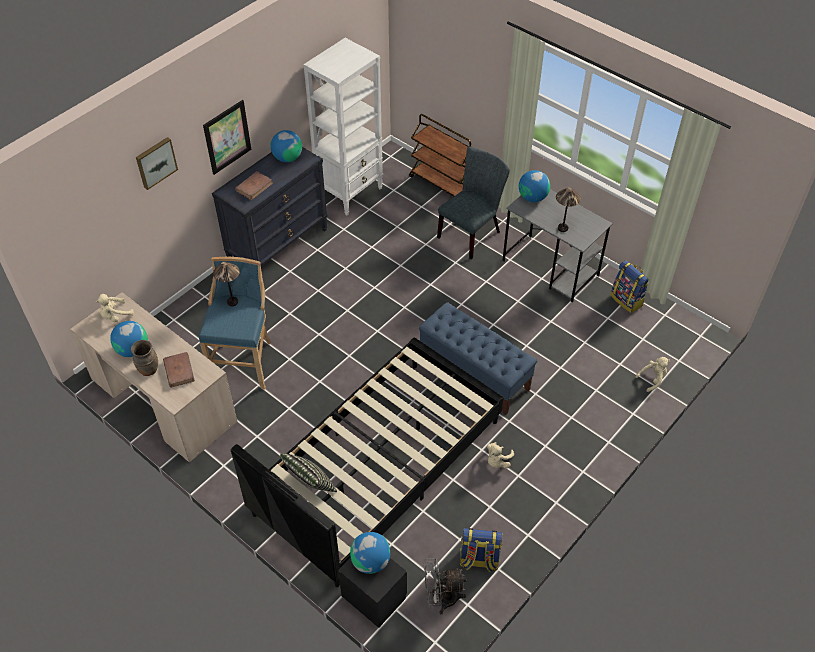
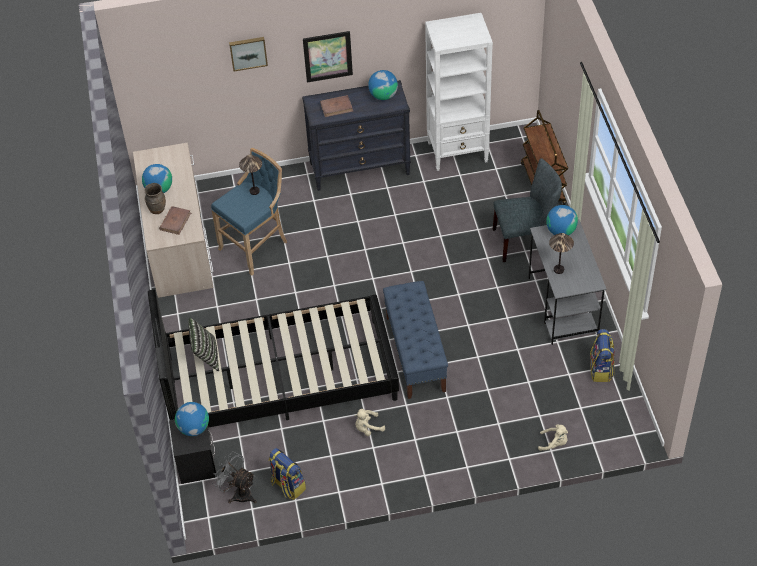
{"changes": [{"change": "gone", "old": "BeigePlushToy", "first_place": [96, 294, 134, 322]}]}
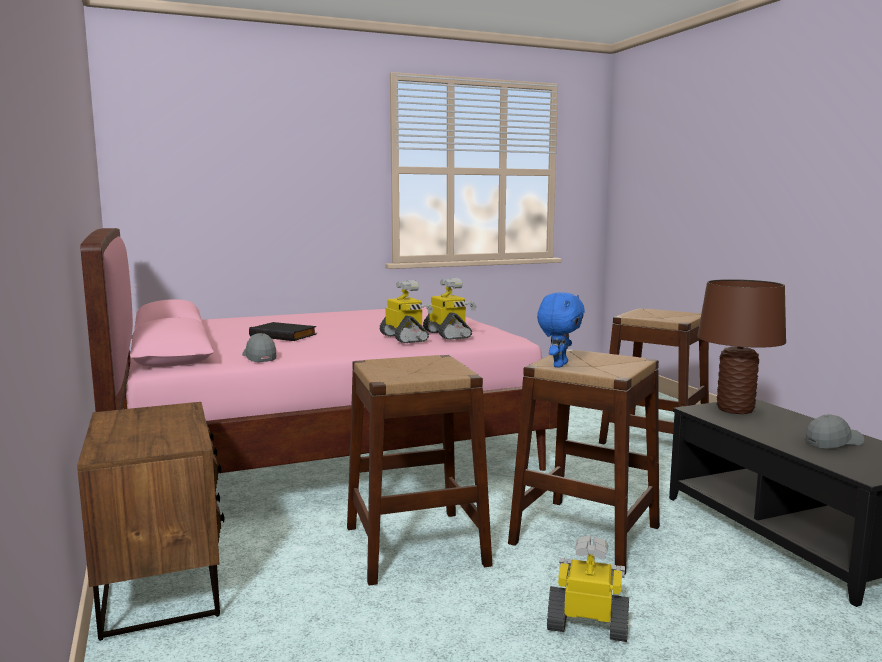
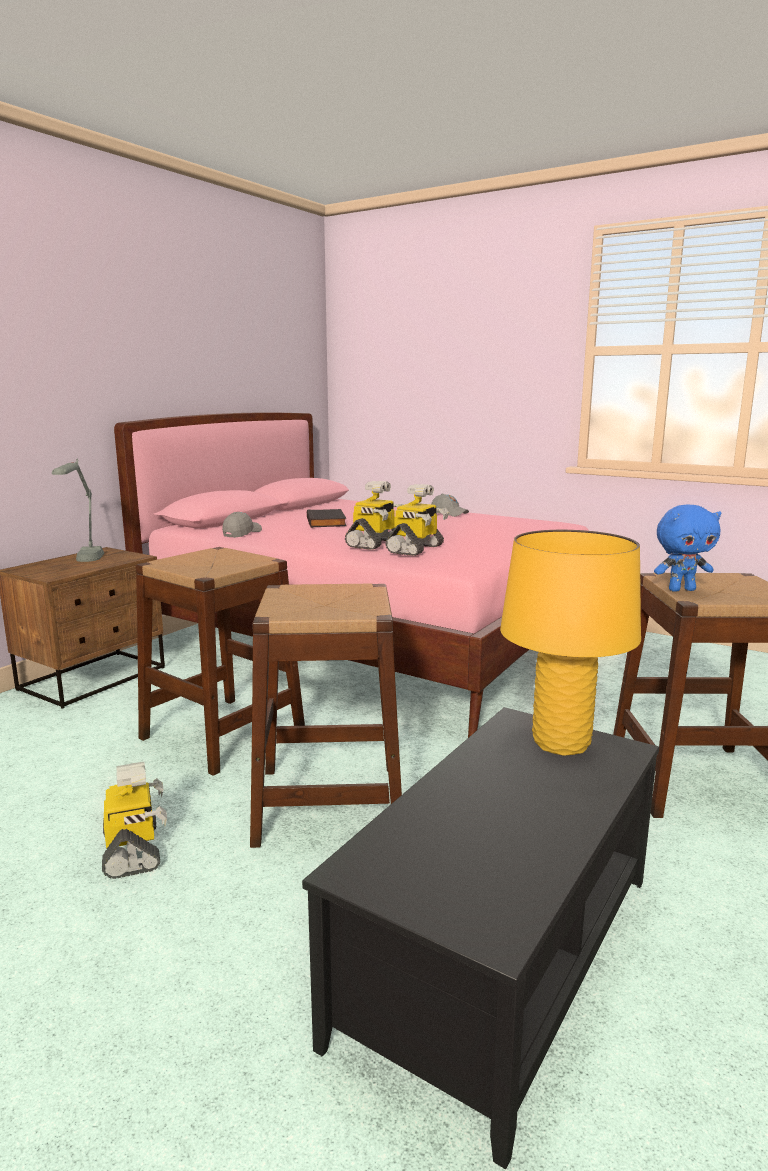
{"changes": [{"change": "new", "new": "GreyTableLamp", "second_place": [52, 459, 104, 562]}, {"change": "shifted", "old": "BluePlushToy", "first_place": [537, 292, 585, 368], "second_place": [654, 505, 721, 592]}, {"change": "shifted", "old": "GreyCap", "first_place": [806, 414, 864, 449], "second_place": [431, 493, 469, 517]}, {"change": "repainted", "old": "BrownTableLamp", "new": "YellowTableLamp", "first_place": [697, 279, 786, 414], "second_place": [500, 530, 641, 756]}]}
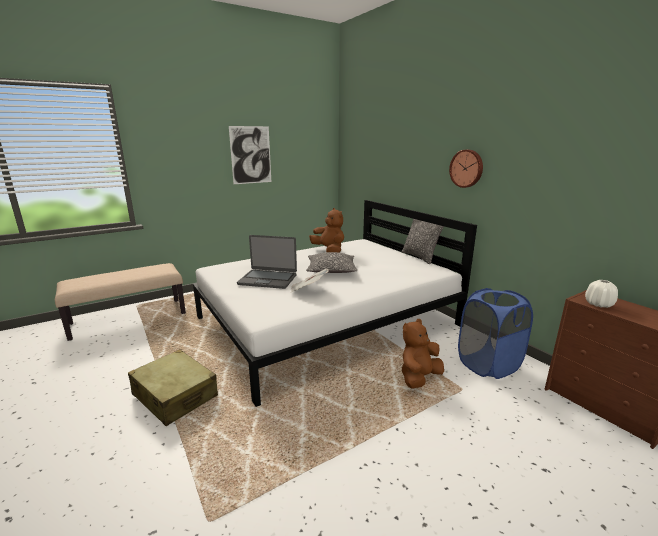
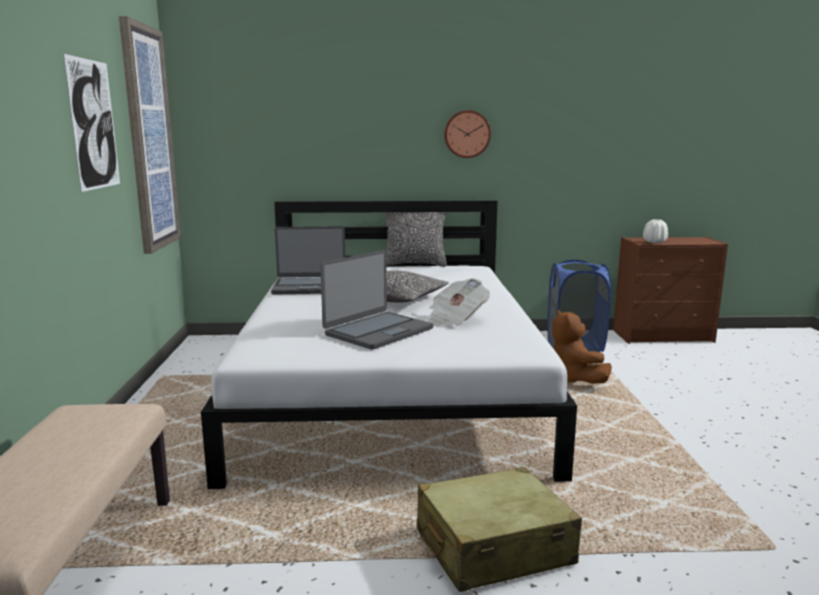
{"changes": [{"change": "new", "new": "Picture", "second_place": [119, 16, 181, 254]}, {"change": "swapped", "old": "BrownPlushToy", "new": "Laptop", "first_place": [309, 208, 344, 253], "second_place": [271, 226, 345, 295]}]}
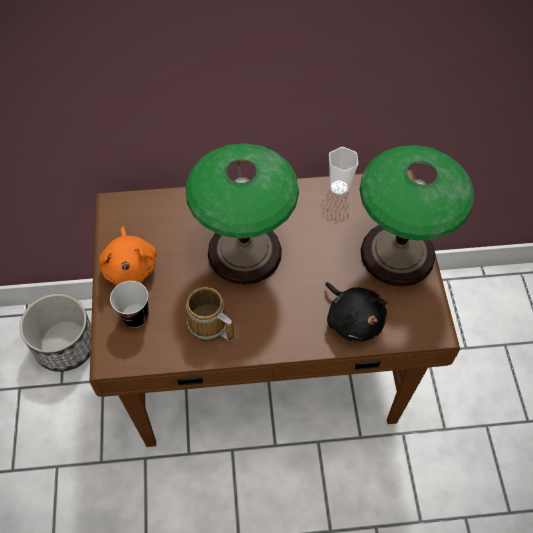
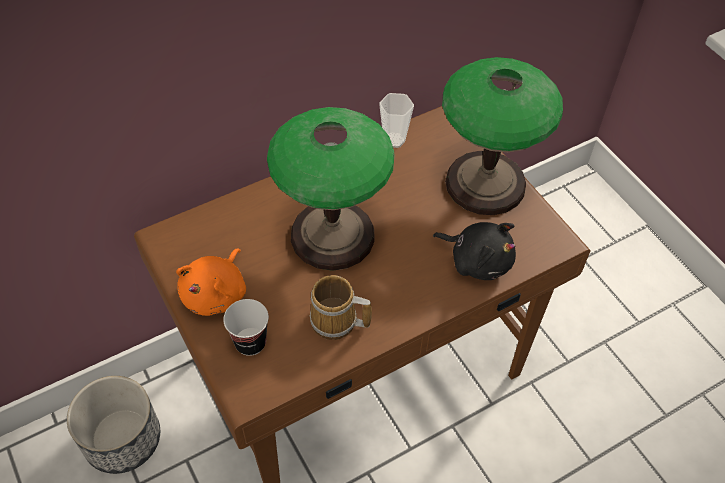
{"changes": [{"change": "rotated", "old": "OrangePlushToy", "first_place": [99, 226, 156, 285], "second_place": [176, 248, 246, 316], "degrees": 60}]}
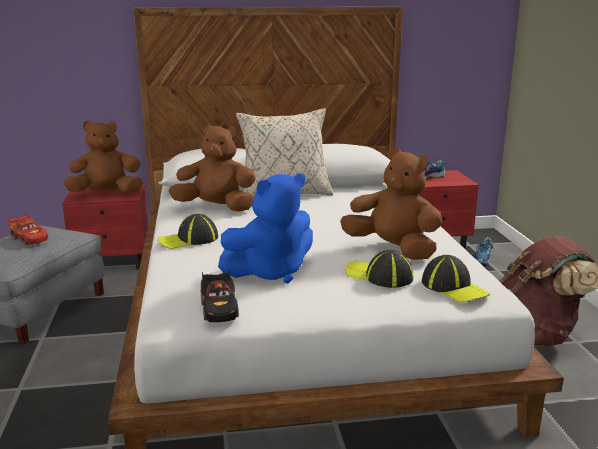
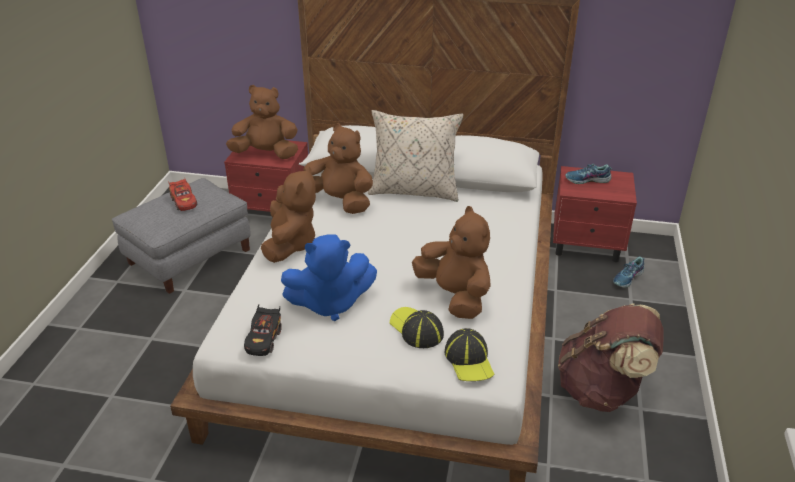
{"changes": [{"change": "swapped", "old": "Cap", "new": "BrownPlushToy", "first_place": [157, 214, 218, 249], "second_place": [261, 166, 316, 263]}]}
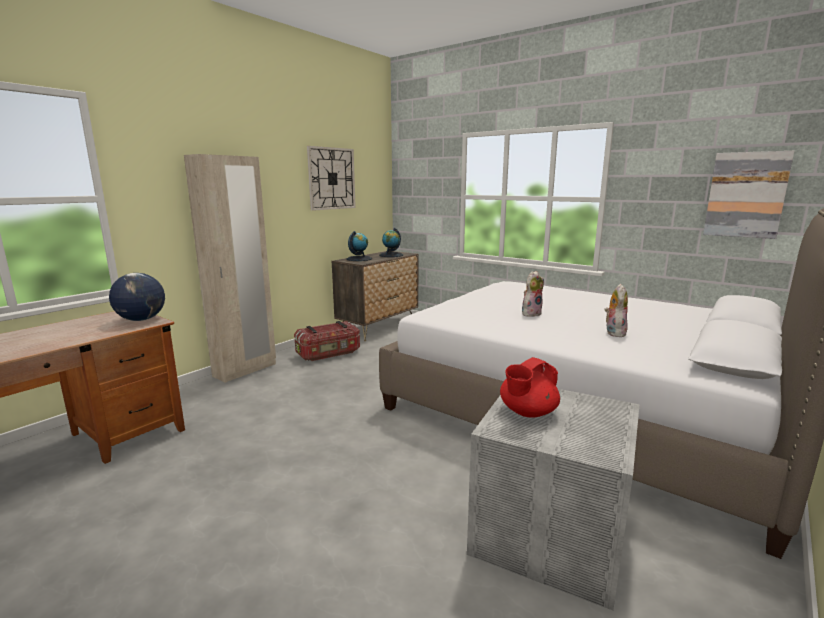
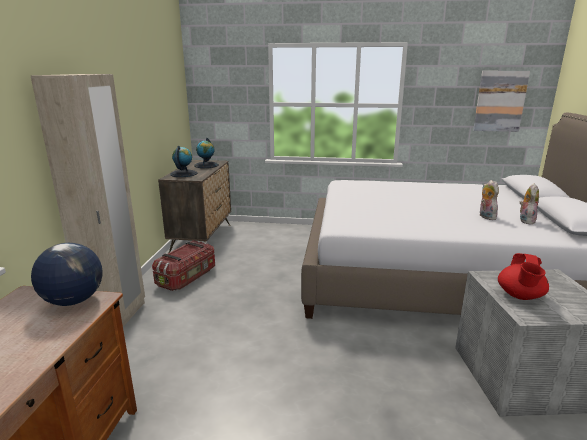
{"changes": [{"change": "gone", "old": "WallClock", "first_place": [307, 146, 356, 211]}, {"change": "shifted", "old": "PlushToy", "first_place": [522, 271, 544, 317], "second_place": [520, 183, 539, 224]}]}
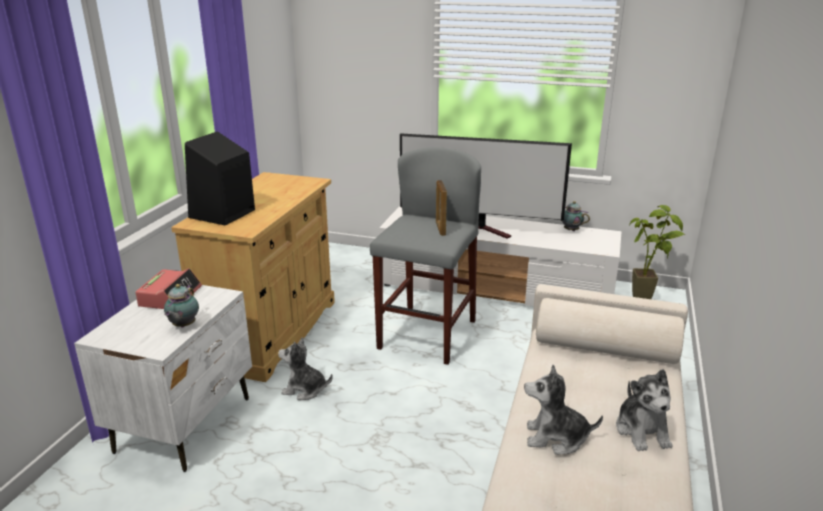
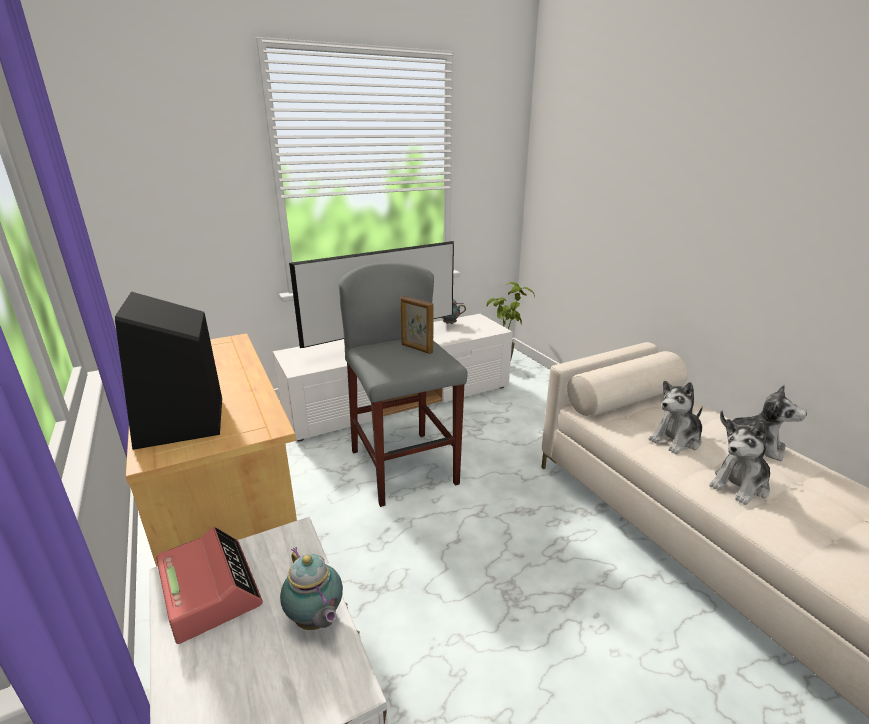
{"changes": [{"change": "shifted", "old": "PlushToy", "first_place": [278, 337, 333, 400], "second_place": [649, 380, 703, 454]}]}
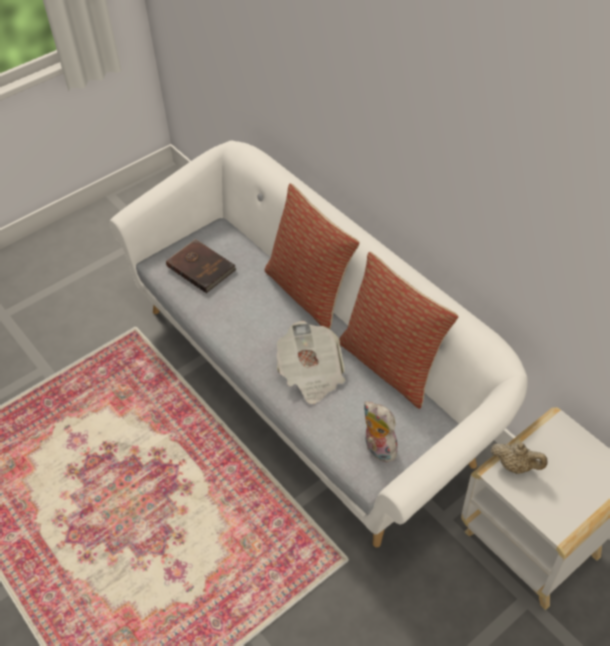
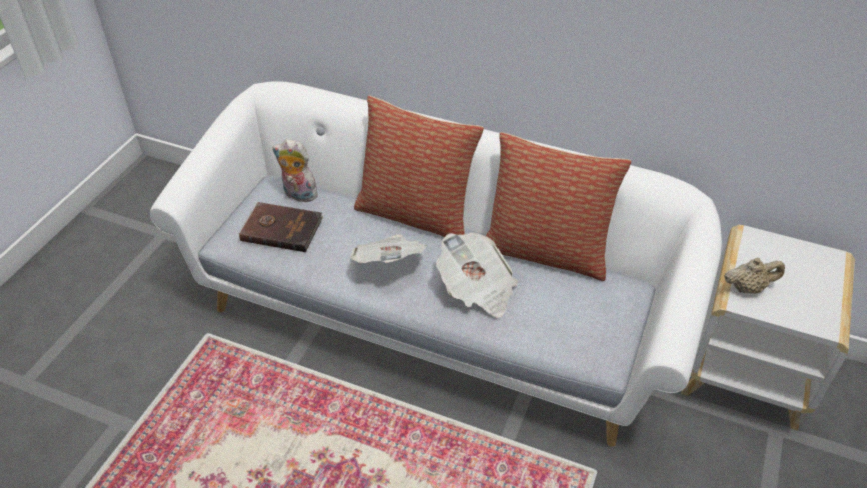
{"changes": [{"change": "new", "new": "Newspaper", "second_place": [350, 234, 427, 263]}, {"change": "shifted", "old": "PlushToy", "first_place": [363, 401, 398, 462], "second_place": [272, 139, 318, 202]}]}
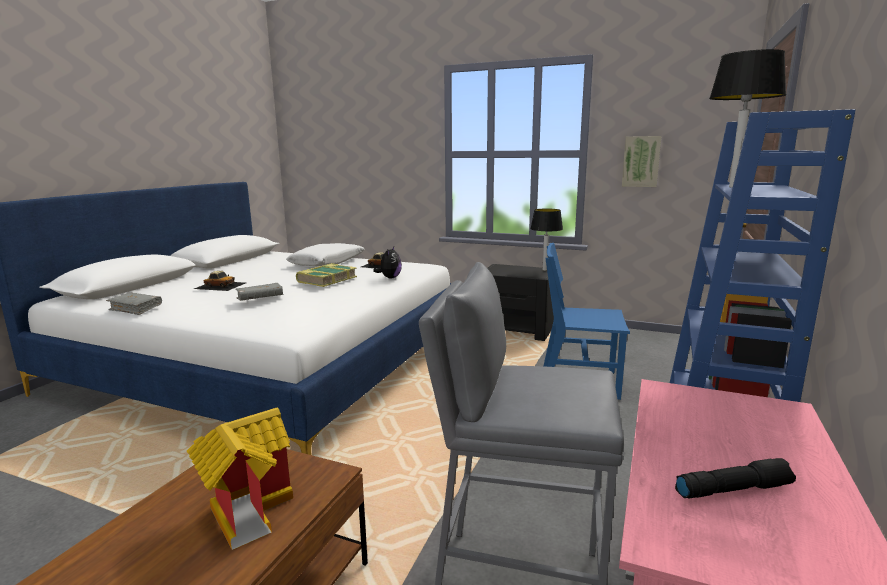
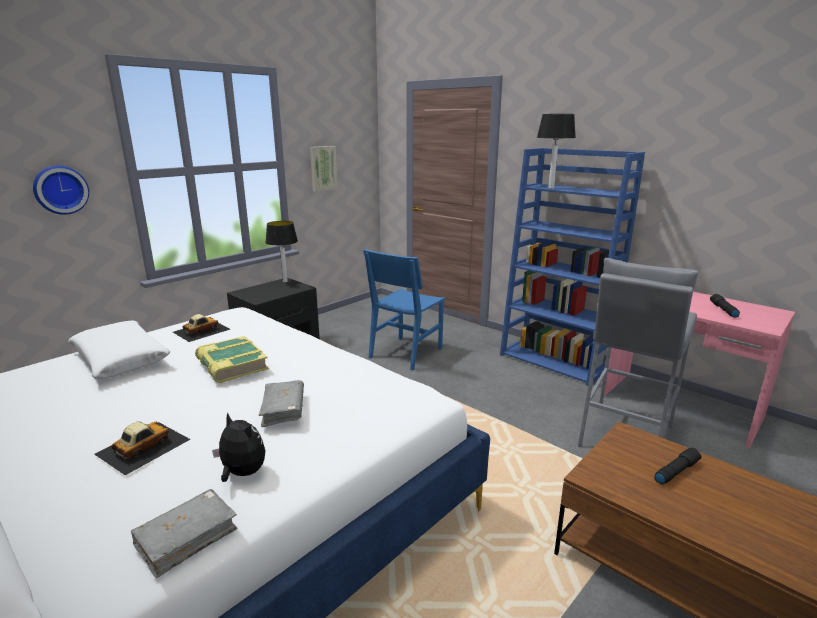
{"changes": [{"change": "new", "new": "WallClock", "second_place": [33, 166, 89, 215]}, {"change": "shifted", "old": "PlushToy", "first_place": [373, 247, 402, 278], "second_place": [212, 412, 265, 482]}, {"change": "swapped", "old": "ToyHouse", "new": "BlackFlashlight", "first_place": [187, 407, 293, 550], "second_place": [654, 448, 702, 485]}]}
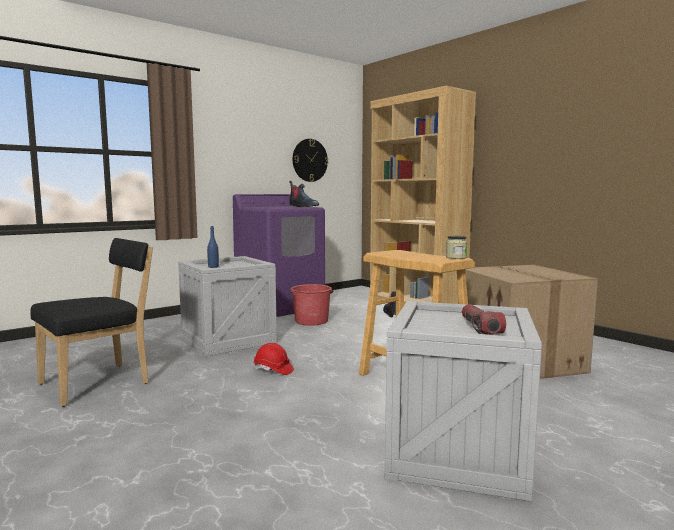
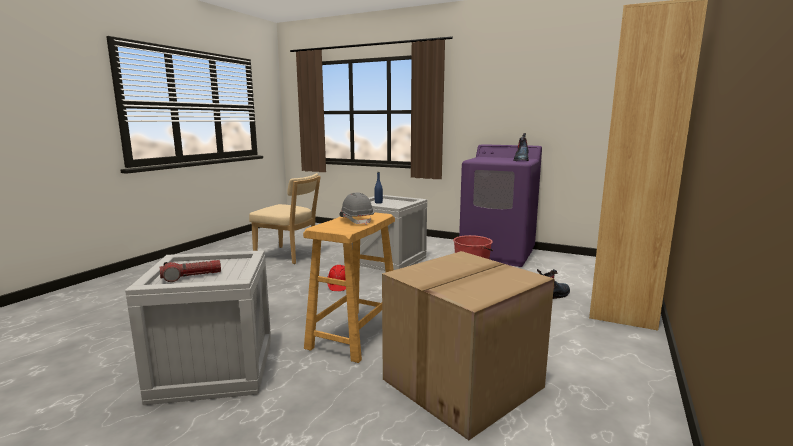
{"changes": [{"change": "gone", "old": "WallClock", "first_place": [293, 139, 328, 182]}, {"change": "gone", "old": "Jar", "first_place": [446, 236, 467, 259]}, {"change": "new", "new": "GreyHardHat", "second_place": [339, 192, 374, 225]}, {"change": "repainted", "old": "BlackChair", "new": "BeigeChair", "first_place": [30, 238, 153, 407], "second_place": [249, 173, 321, 264]}]}
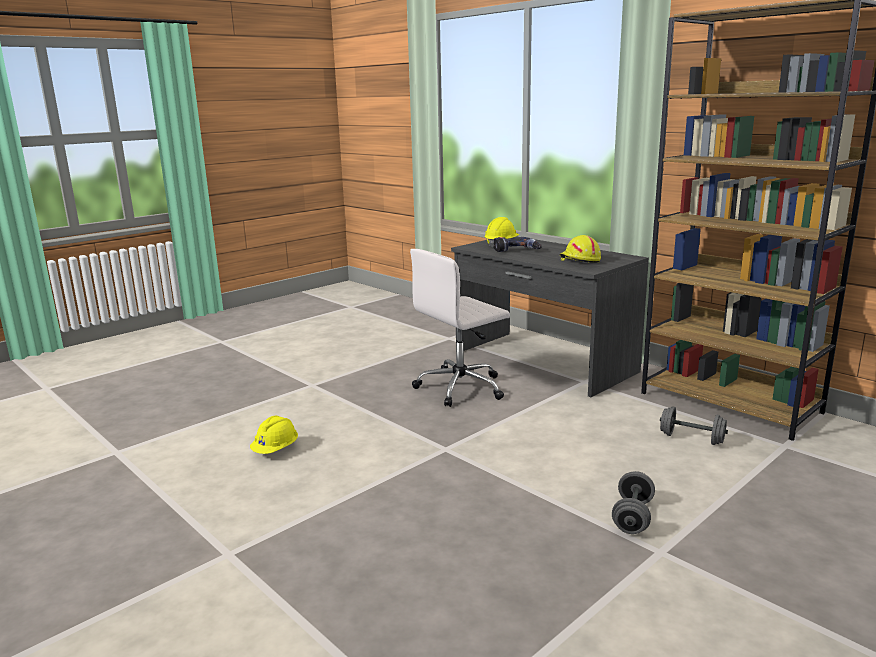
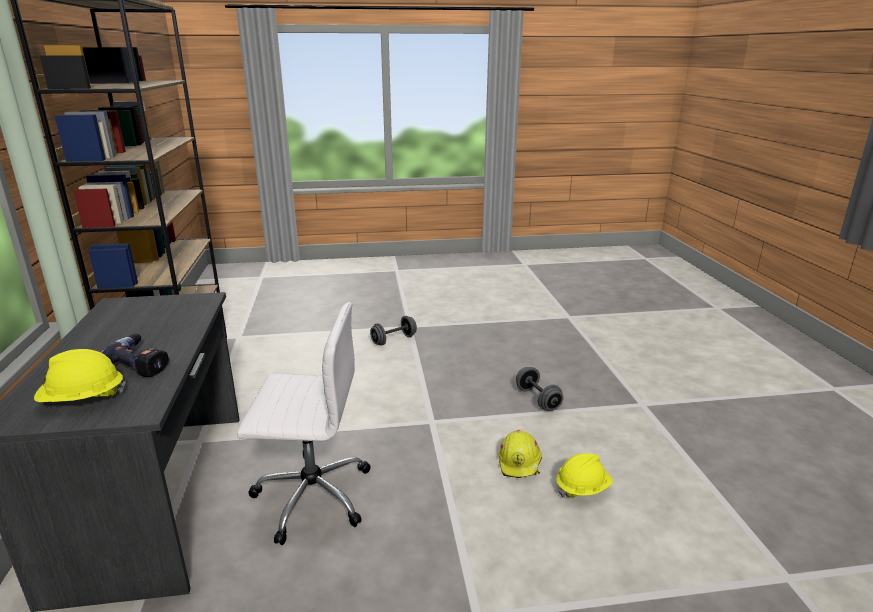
{"changes": [{"change": "shifted", "old": "YellowHardHat", "first_place": [560, 235, 601, 263], "second_place": [498, 430, 542, 478]}, {"change": "shifted", "old": "GreyDumbbell", "first_place": [660, 406, 728, 445], "second_place": [516, 367, 563, 411]}]}
